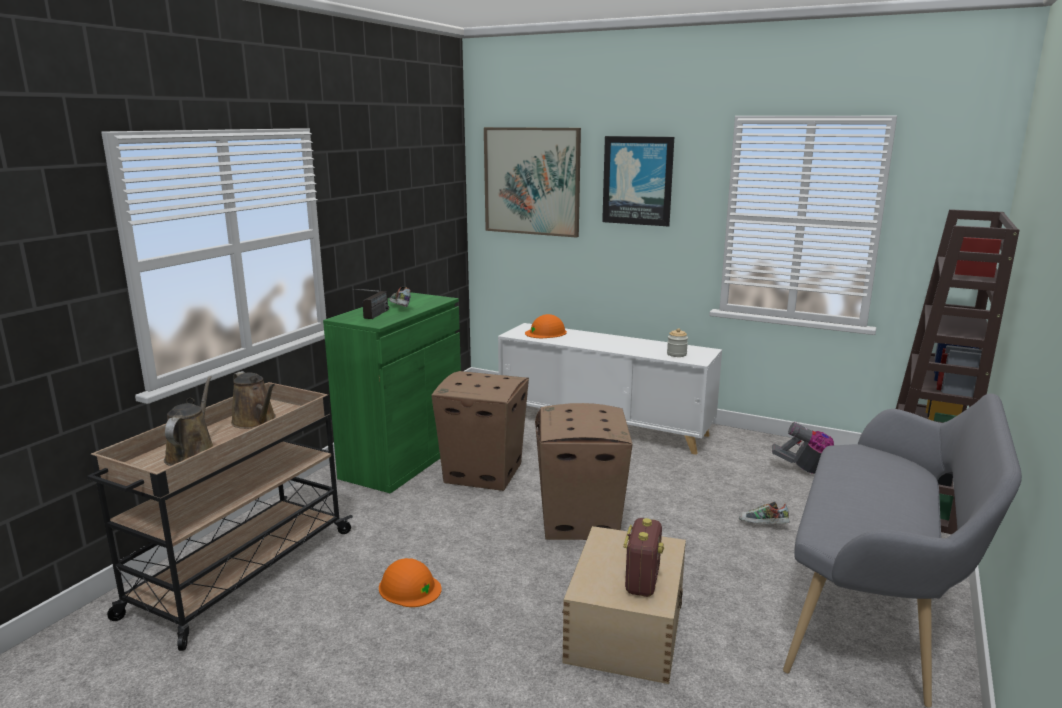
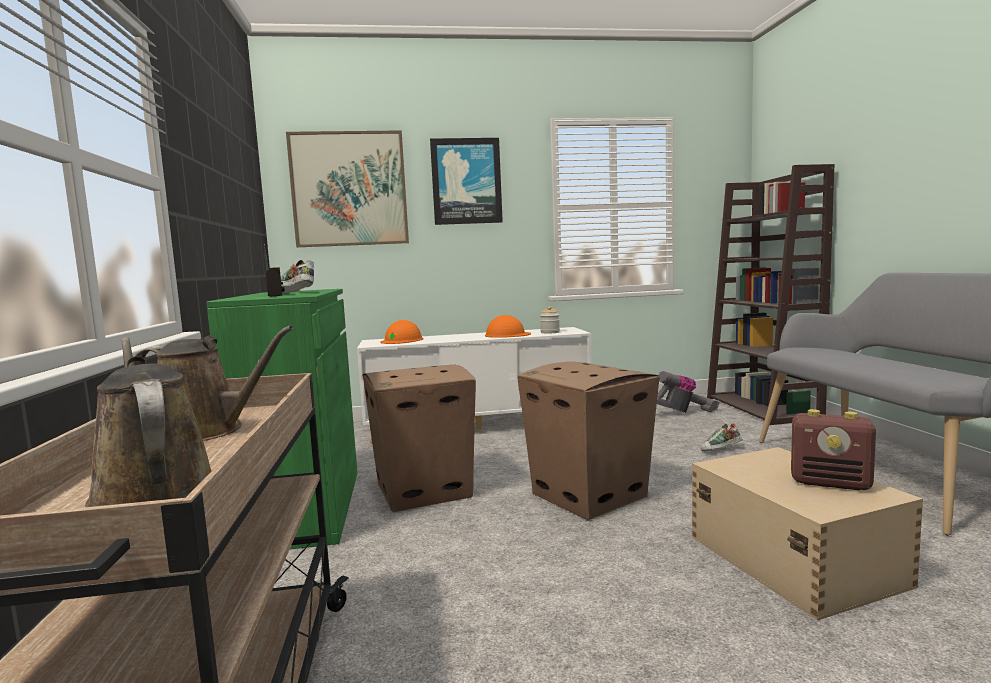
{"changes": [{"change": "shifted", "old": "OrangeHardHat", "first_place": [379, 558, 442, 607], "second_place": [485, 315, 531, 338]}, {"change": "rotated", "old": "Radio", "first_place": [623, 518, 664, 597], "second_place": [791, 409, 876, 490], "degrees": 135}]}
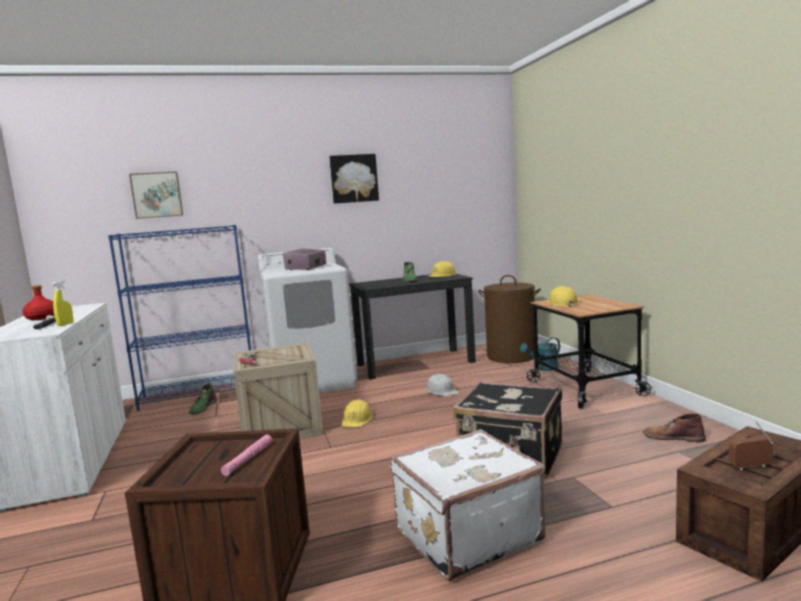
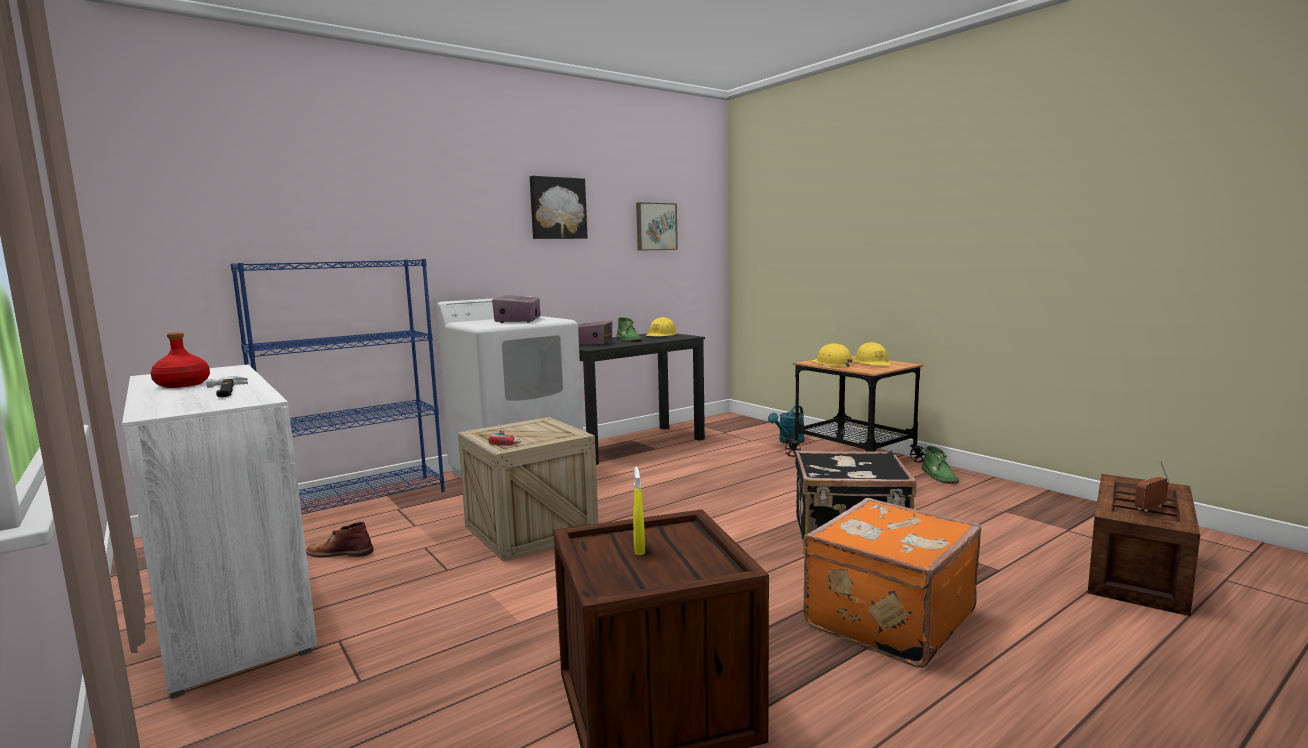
{"changes": [{"change": "gone", "old": "PinkFlashlight", "first_place": [221, 435, 272, 476]}, {"change": "gone", "old": "WhiteHardHat", "first_place": [426, 374, 459, 396]}, {"change": "gone", "old": "BrownLaundryBasket", "first_place": [478, 275, 541, 363]}, {"change": "new", "new": "Radio", "second_place": [578, 320, 612, 345]}, {"change": "shifted", "old": "YellowSprayBottle", "first_place": [52, 280, 73, 326], "second_place": [633, 467, 645, 555]}, {"change": "shifted", "old": "Picture", "first_place": [129, 171, 183, 219], "second_place": [636, 202, 678, 251]}, {"change": "shifted", "old": "GreenBoot", "first_place": [189, 383, 217, 414], "second_place": [922, 446, 959, 484]}, {"change": "shifted", "old": "YellowHardHat", "first_place": [342, 399, 373, 427], "second_place": [854, 342, 892, 366]}, {"change": "shifted", "old": "BrownBoot", "first_place": [643, 413, 706, 443], "second_place": [306, 522, 374, 558]}, {"change": "repainted", "old": "WhiteSuitcase", "new": "OrangeSuitcase", "first_place": [390, 429, 545, 581], "second_place": [803, 498, 982, 668]}]}
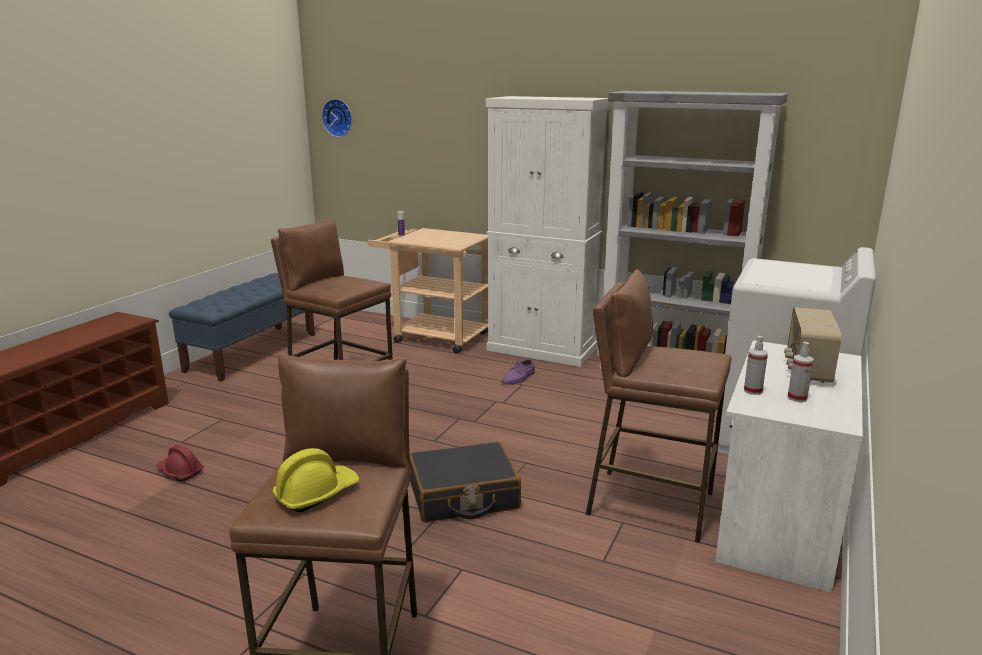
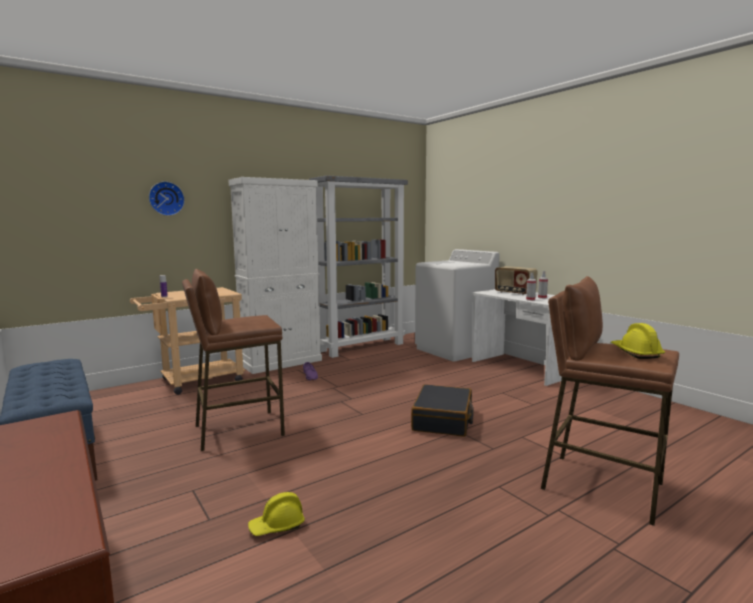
{"changes": [{"change": "gone", "old": "BrownStool", "first_place": [586, 270, 732, 543]}, {"change": "shifted", "old": "WallClock", "first_place": [322, 99, 352, 137], "second_place": [149, 181, 185, 216]}, {"change": "repainted", "old": "RedHardHat", "new": "YellowHardHat", "first_place": [156, 445, 204, 481], "second_place": [248, 492, 305, 536]}]}
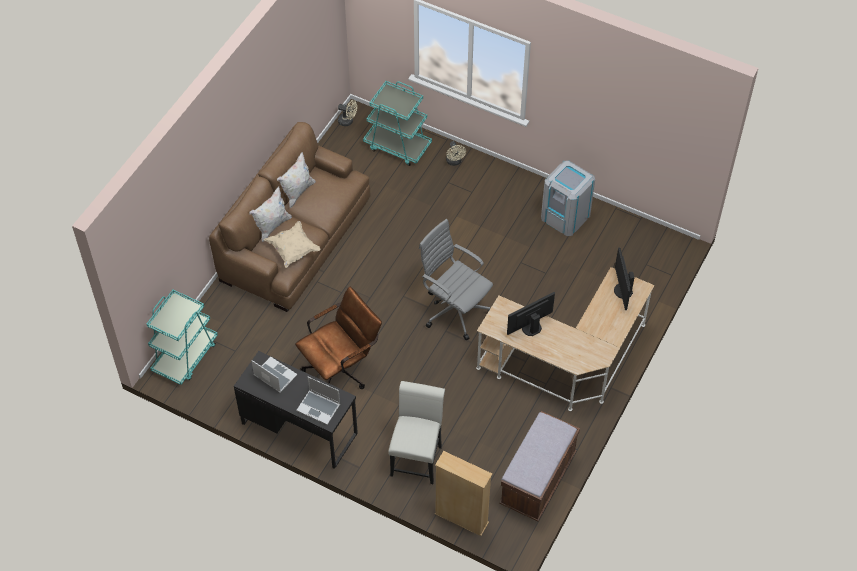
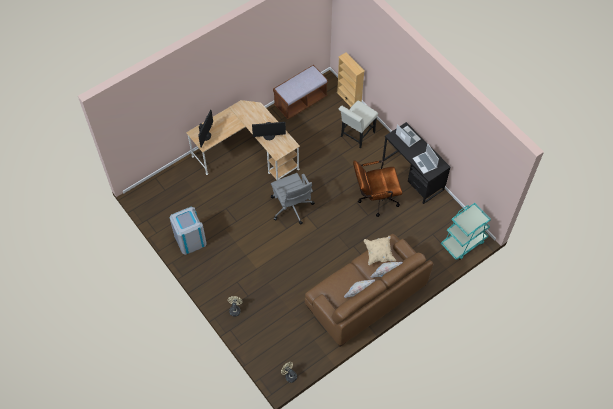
{"changes": [{"change": "gone", "old": "TurquoiseCart", "first_place": [363, 81, 432, 166]}]}
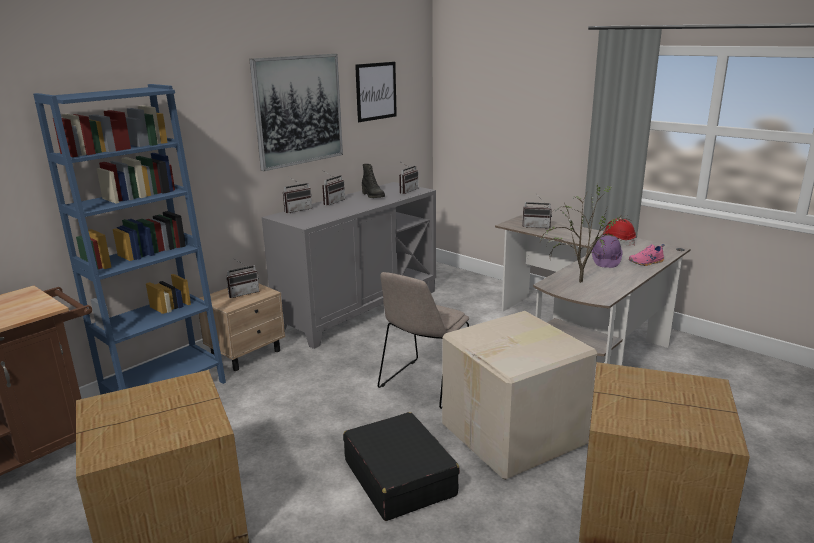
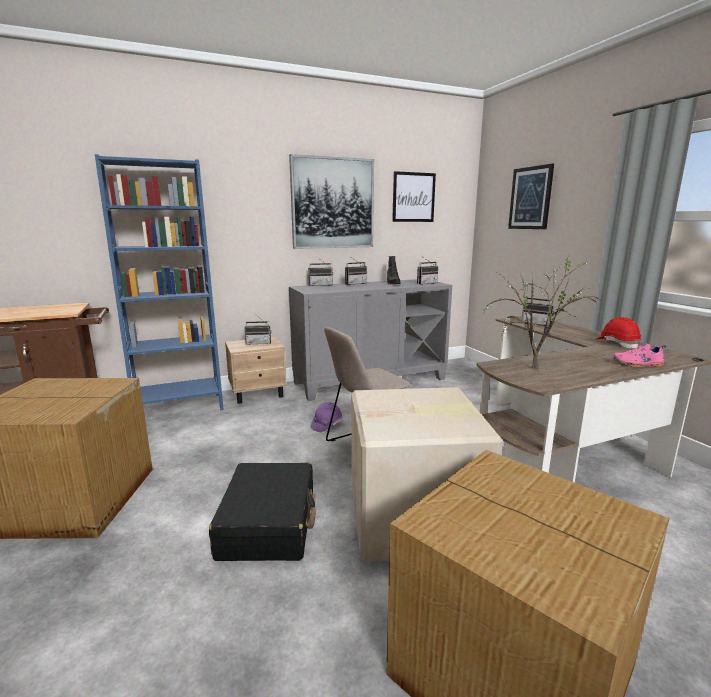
{"changes": [{"change": "new", "new": "Picture", "second_place": [508, 164, 554, 229]}, {"change": "shifted", "old": "PurpleHardHat", "first_place": [592, 235, 623, 268], "second_place": [311, 402, 343, 432]}]}
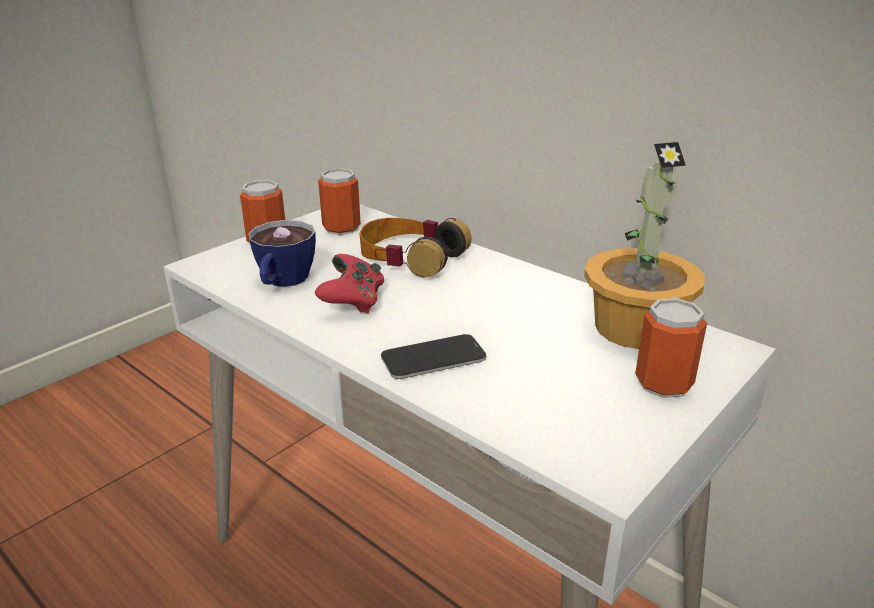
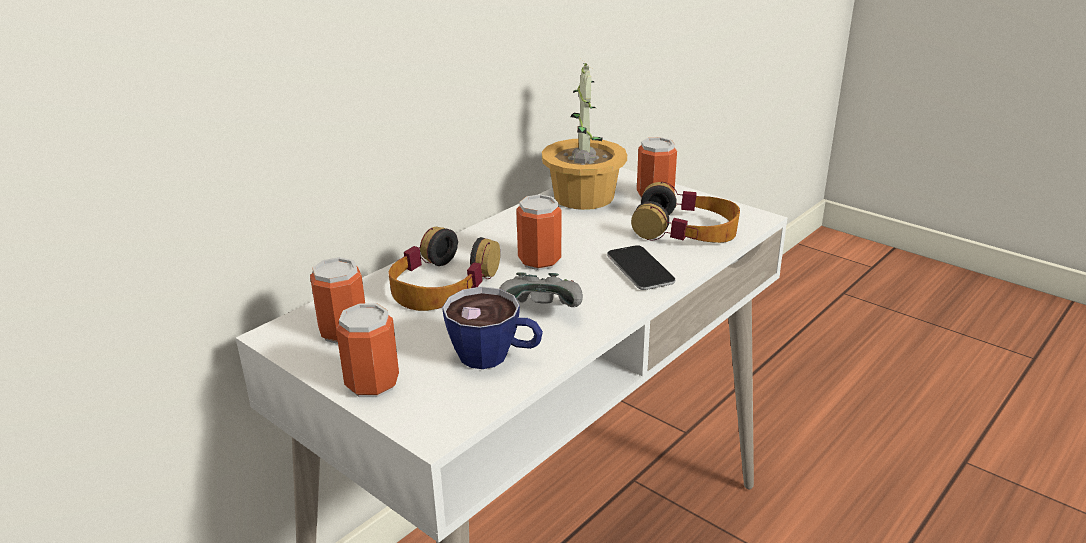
{"changes": [{"change": "new", "new": "Can", "second_place": [516, 194, 562, 270]}, {"change": "new", "new": "Headphones", "second_place": [631, 182, 740, 243]}, {"change": "repainted", "old": "RedGameController", "new": "GreyGameController", "first_place": [315, 254, 384, 314], "second_place": [500, 272, 583, 307]}]}
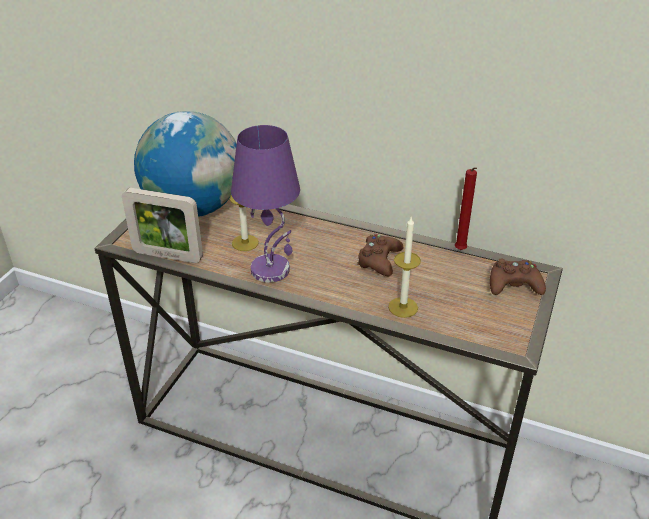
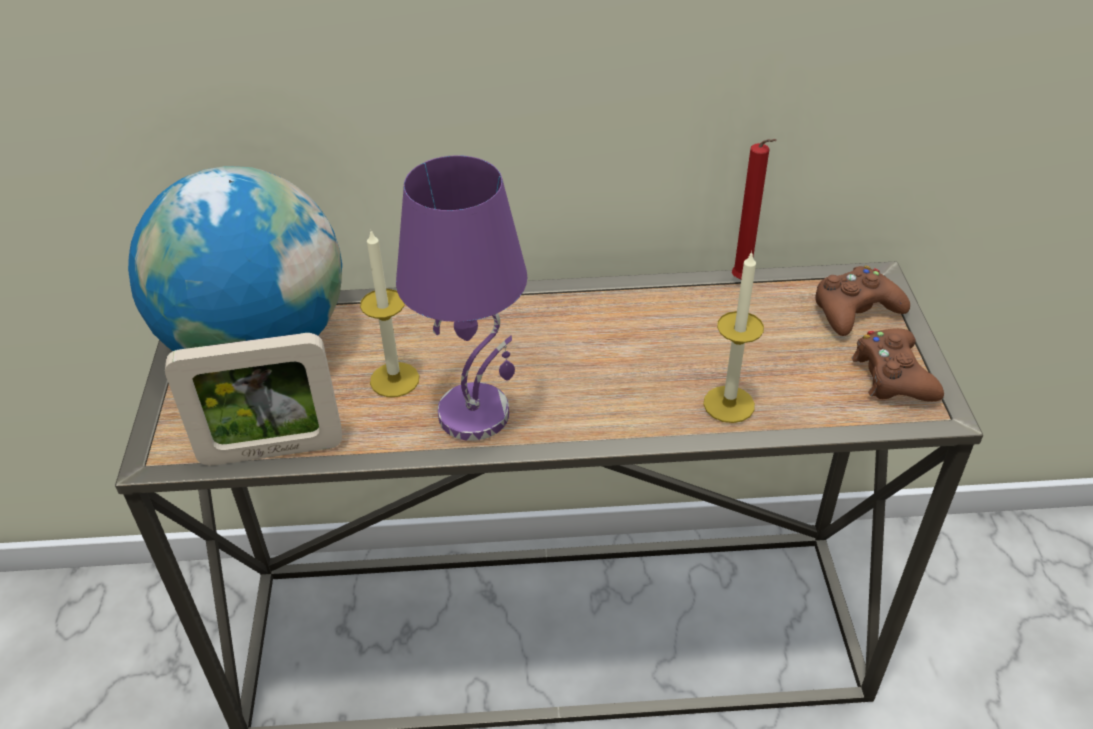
{"changes": [{"change": "shifted", "old": "BrownGameController", "first_place": [357, 234, 403, 276], "second_place": [852, 328, 944, 402]}]}
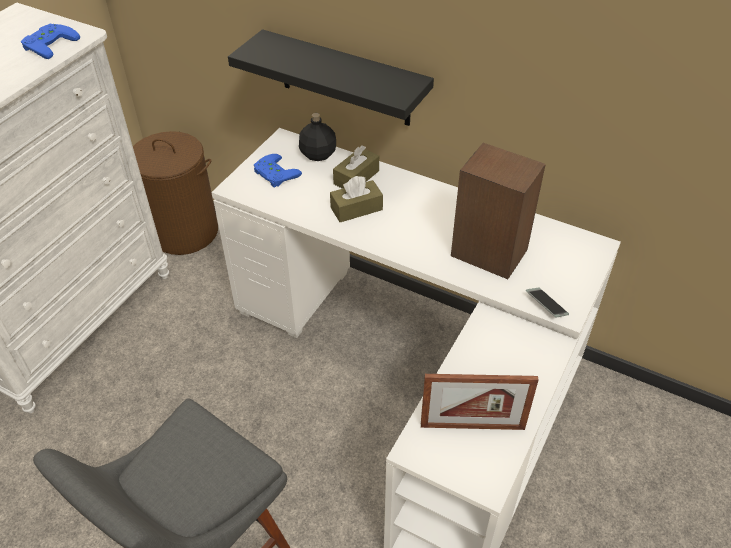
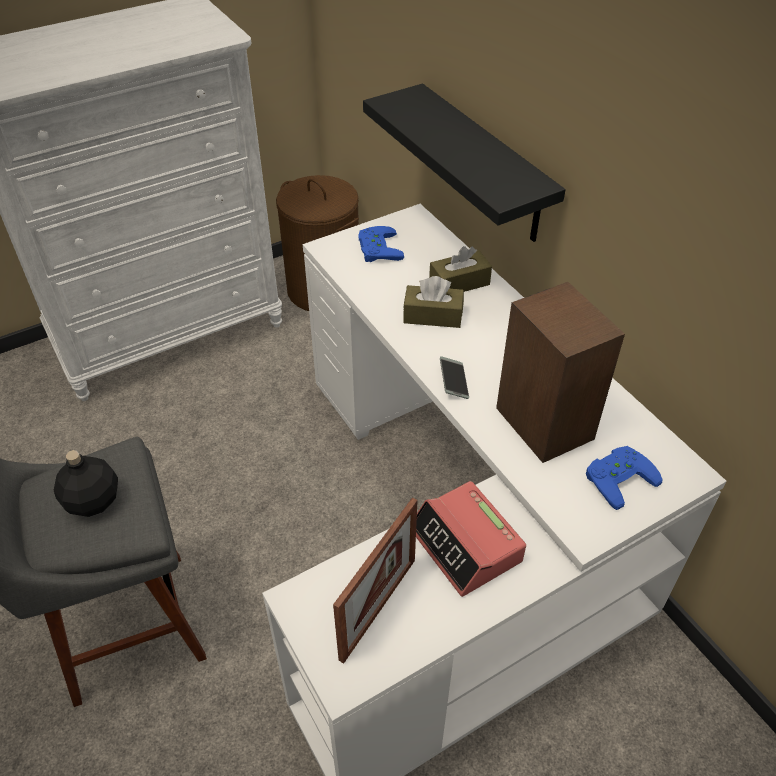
{"changes": [{"change": "new", "new": "AlarmClock", "second_place": [416, 481, 526, 597]}, {"change": "shifted", "old": "BlueGameController", "first_place": [21, 24, 80, 59], "second_place": [586, 446, 662, 510]}, {"change": "shifted", "old": "BlackBottle", "first_place": [299, 113, 336, 161], "second_place": [54, 450, 118, 517]}, {"change": "shifted", "old": "Phone", "first_place": [526, 287, 569, 318], "second_place": [440, 356, 469, 399]}, {"change": "rotated", "old": "PictureFrame", "first_place": [421, 374, 538, 430], "second_place": [333, 498, 418, 664], "degrees": -90}]}
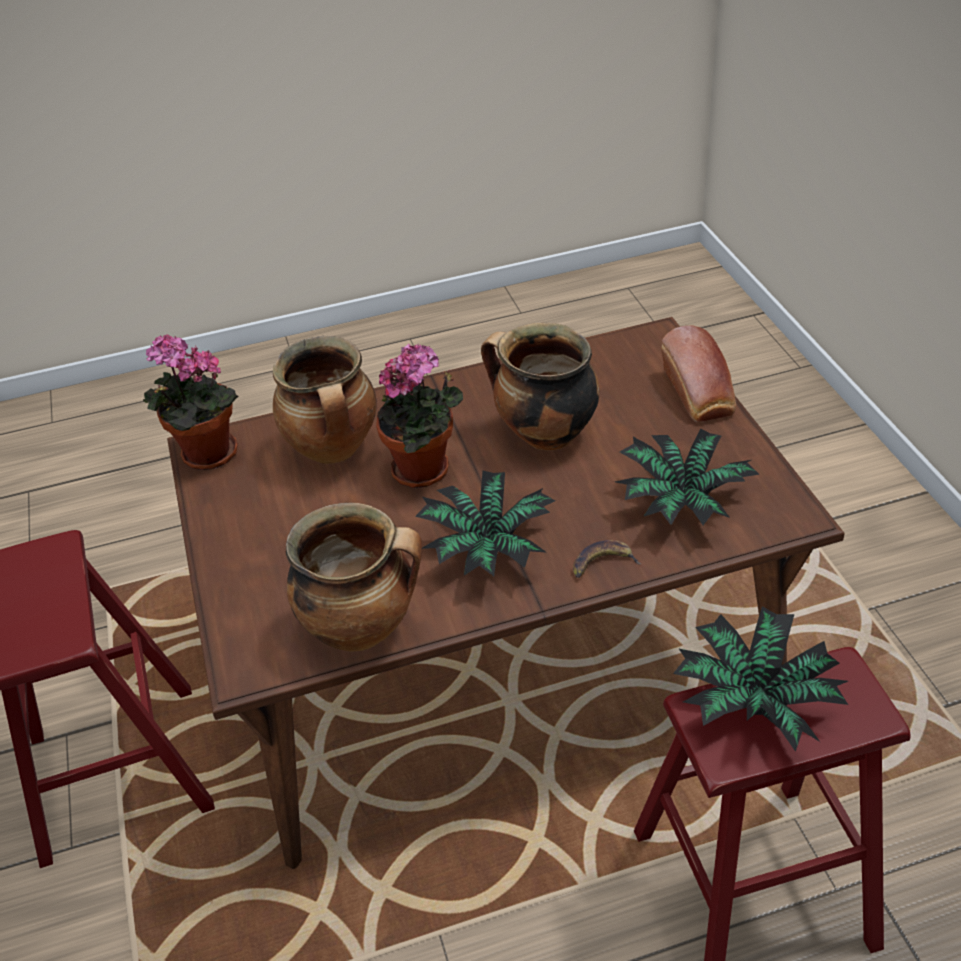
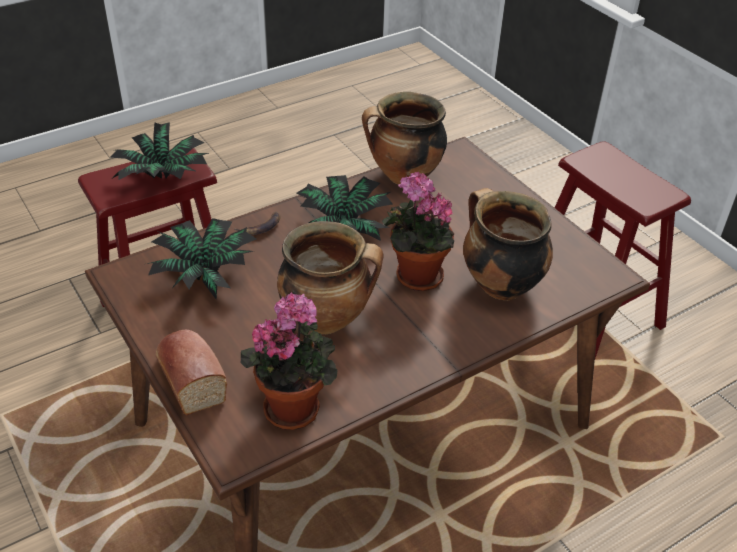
{"changes": [{"change": "shifted", "old": "PottedPlant", "first_place": [143, 334, 238, 470], "second_place": [241, 292, 338, 430]}]}
